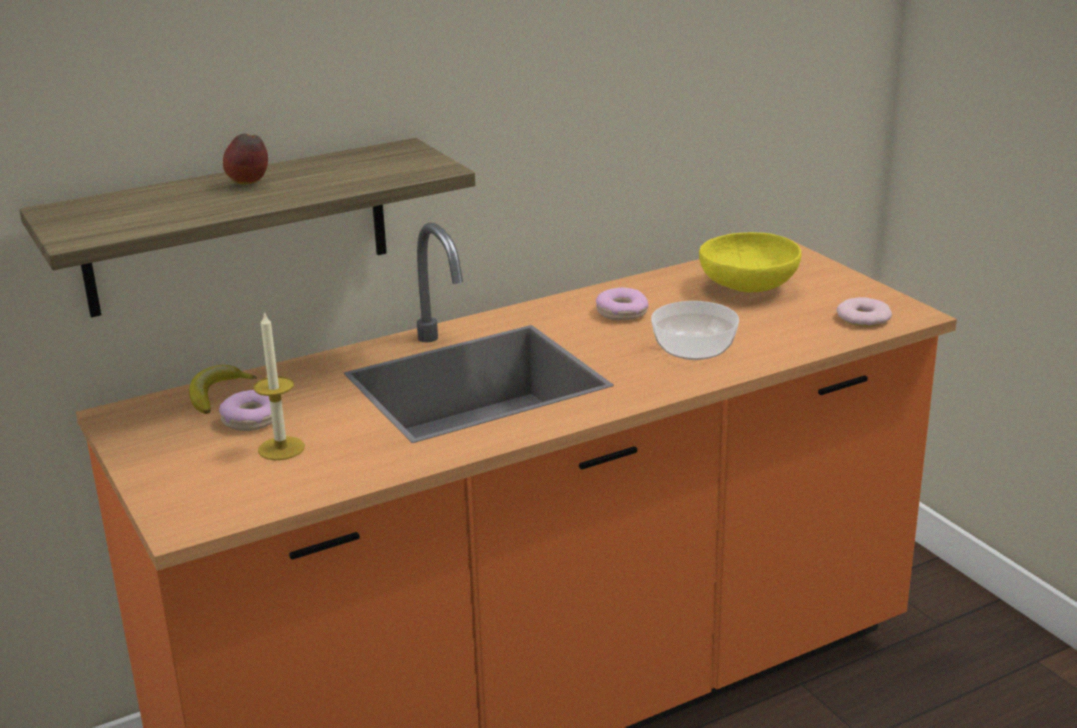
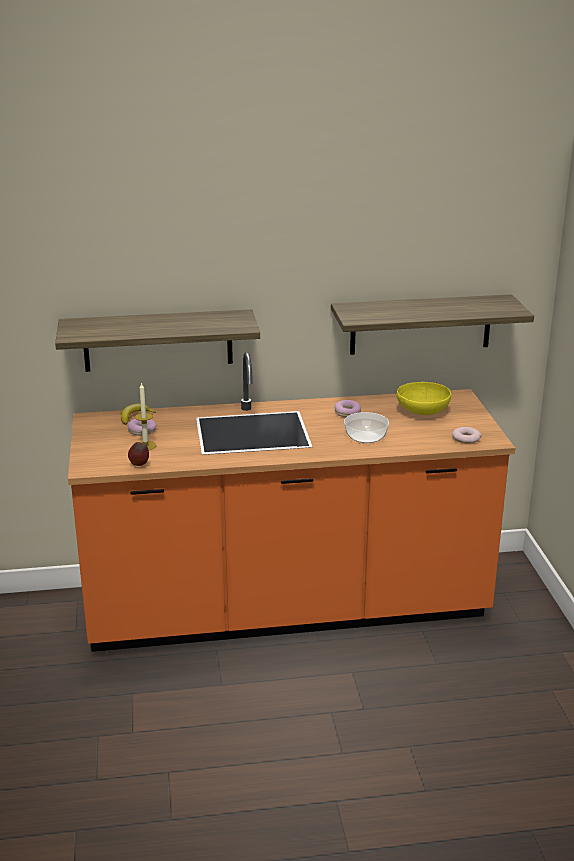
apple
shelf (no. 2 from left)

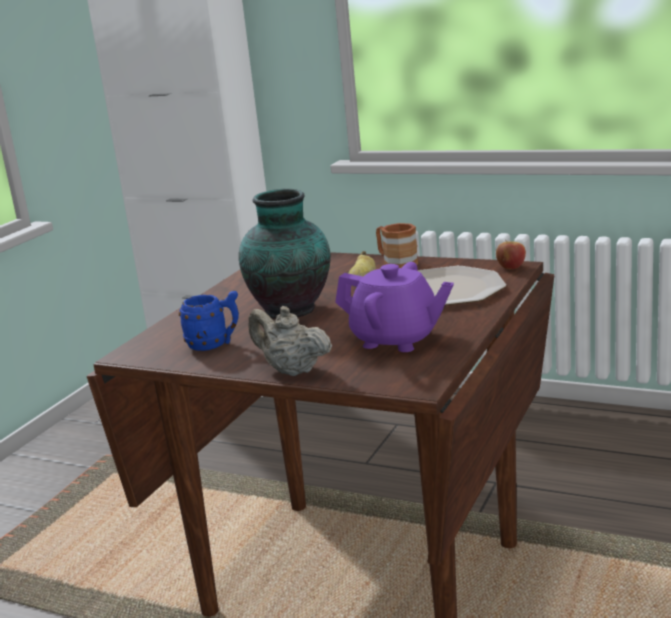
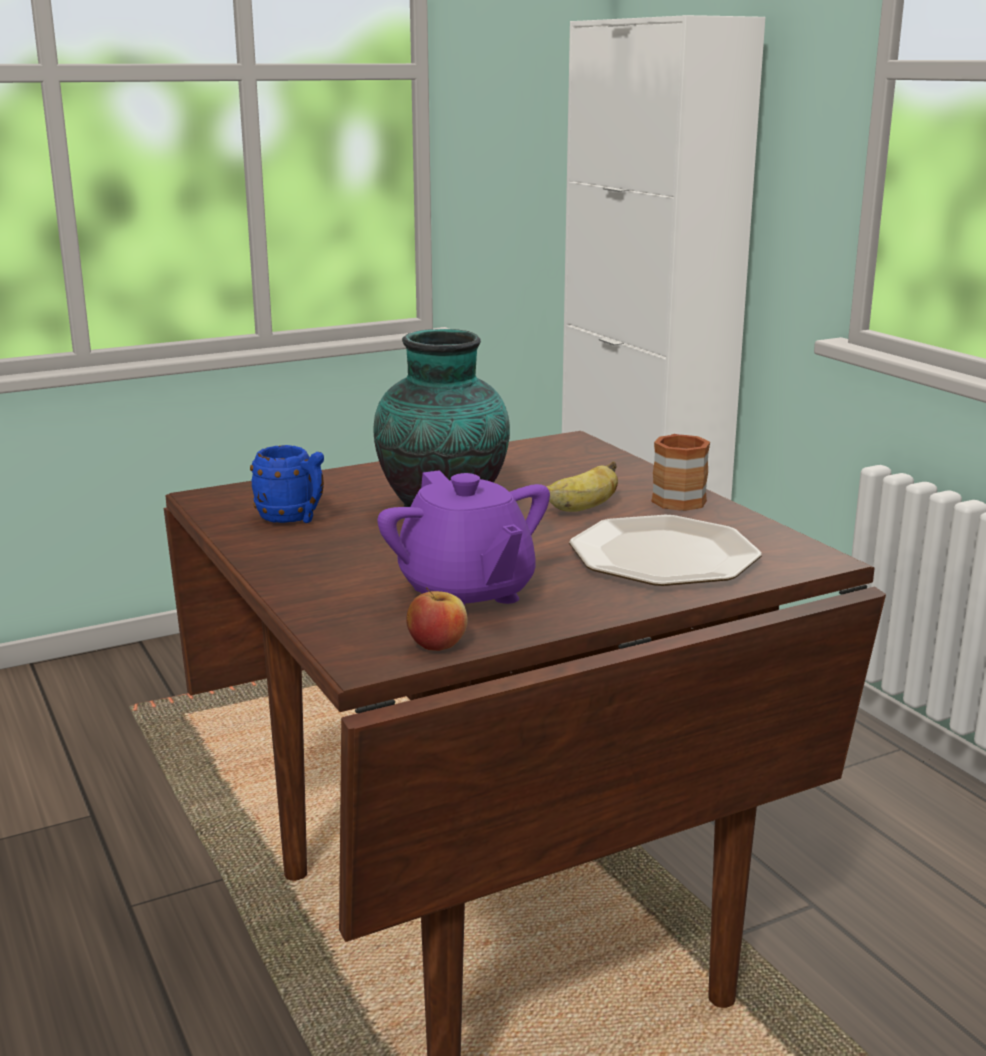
apple
sand-coloured teapot

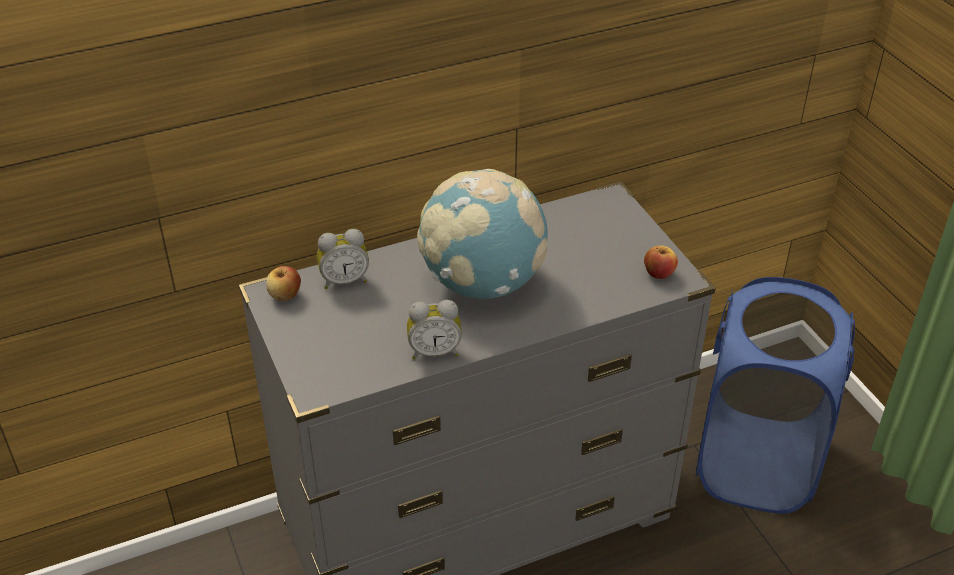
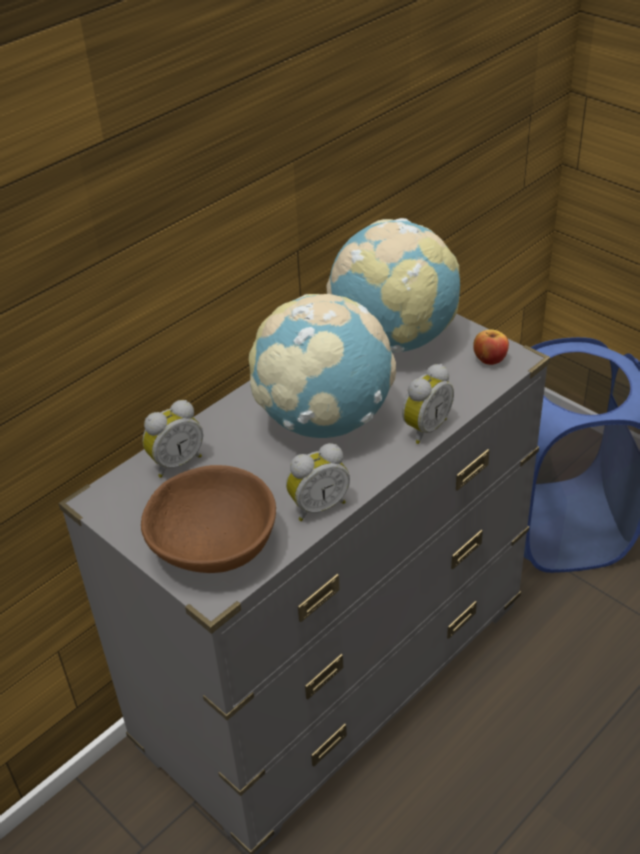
apple (no. 1 from left in the first image)
globe (no. 2 from left)
alarm clock (no. 3 from left)
brownish serving bowl

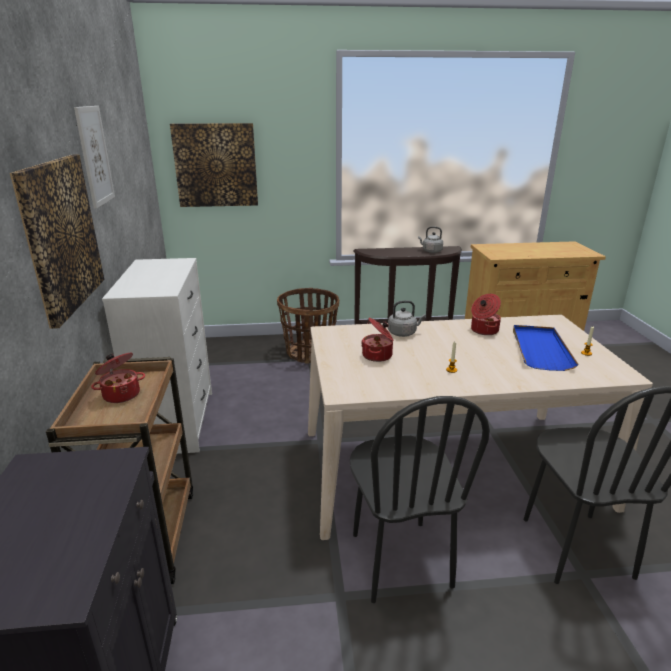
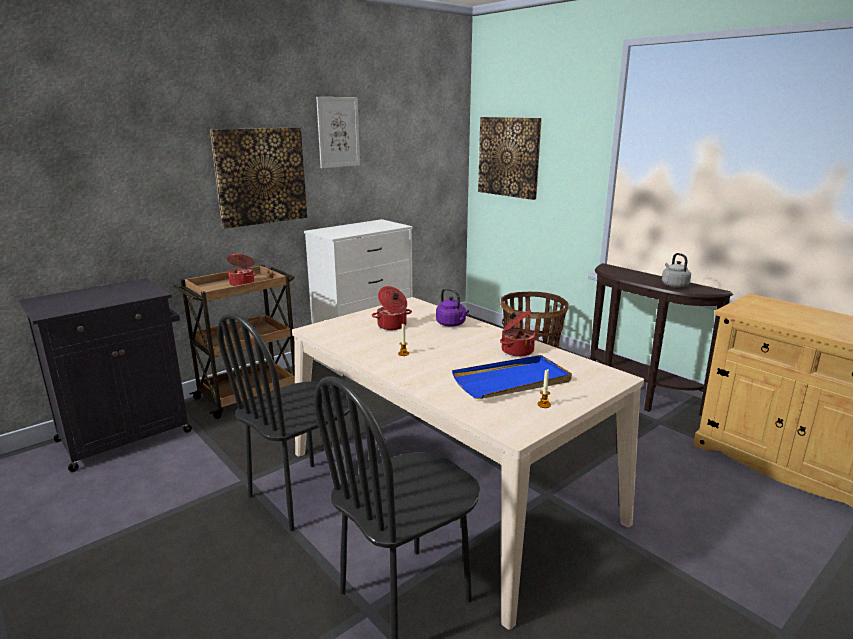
purple-coloured water kettle

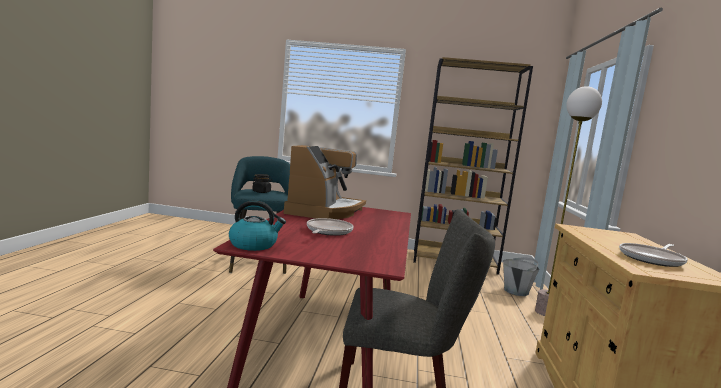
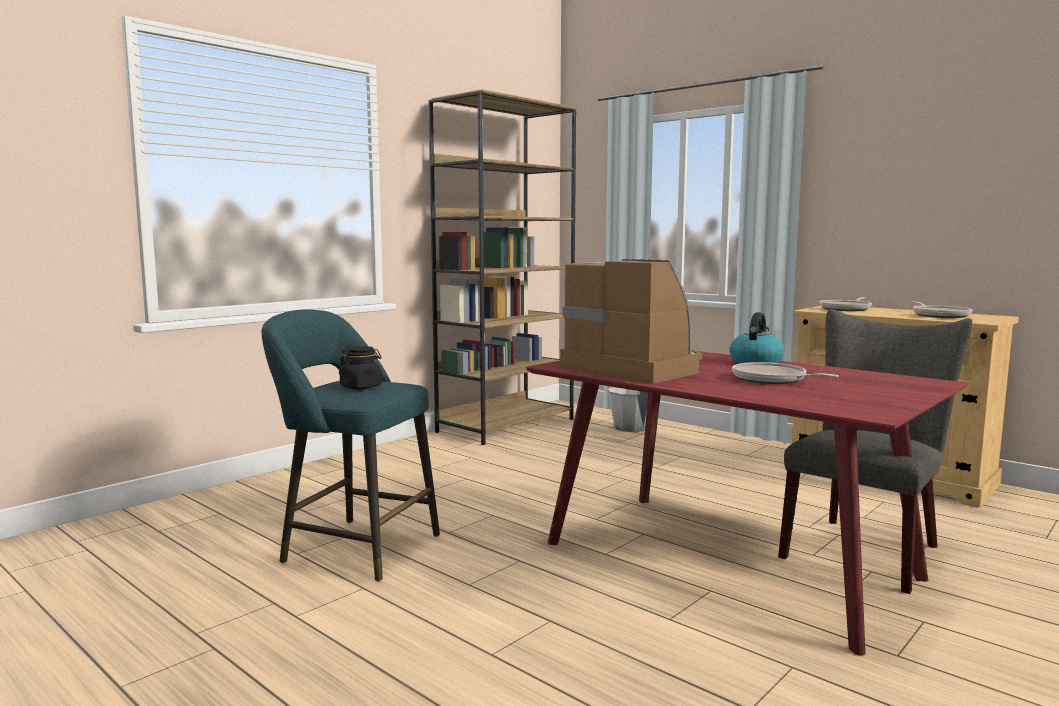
floor lamp
water kettle
frying pan (no. 2 from left)

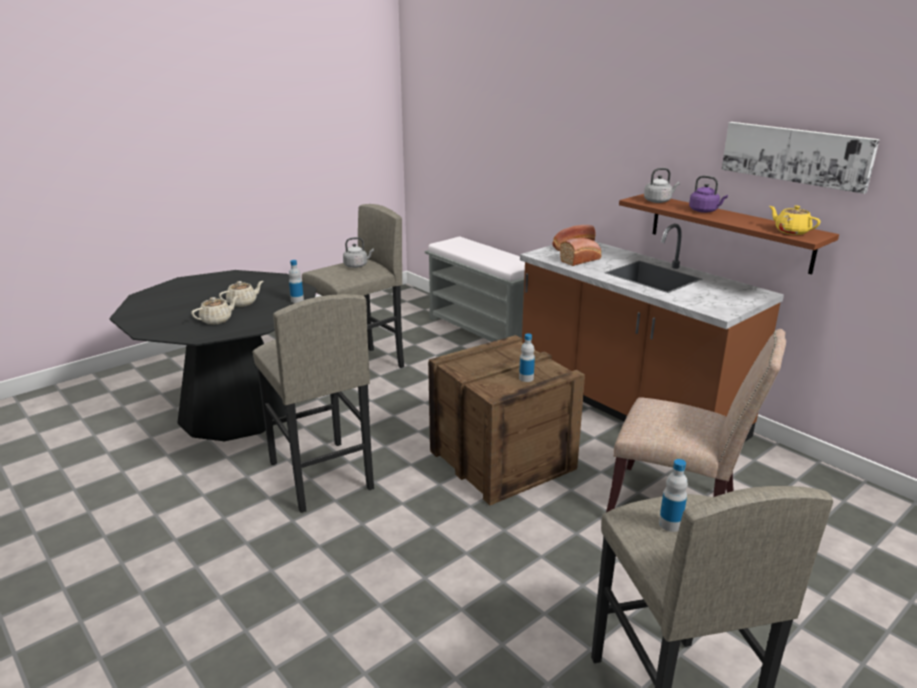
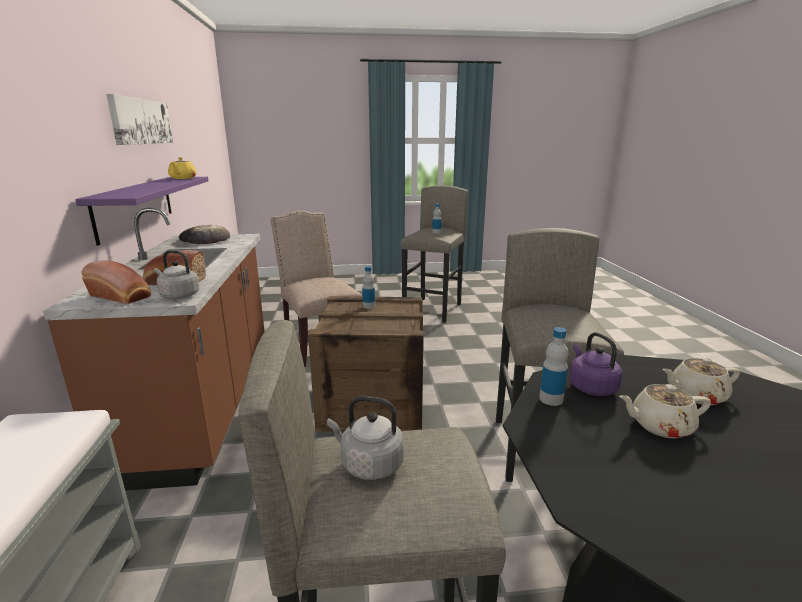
gray water kettle (no. 1 from left)
purple-coloured water kettle
purple-coloured shelf
baked bread (no. 3 from left)

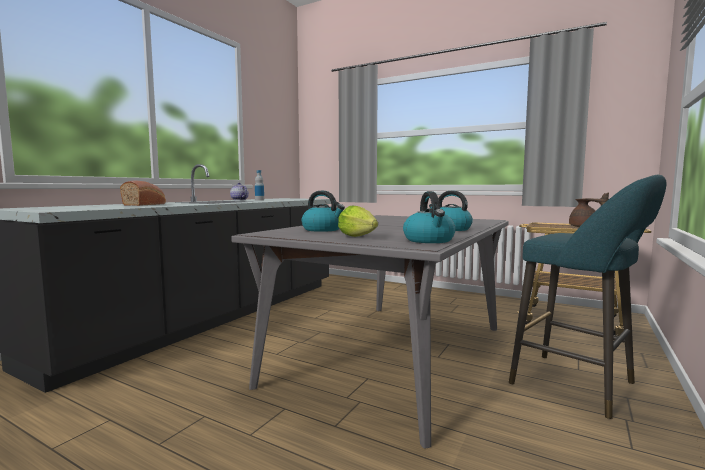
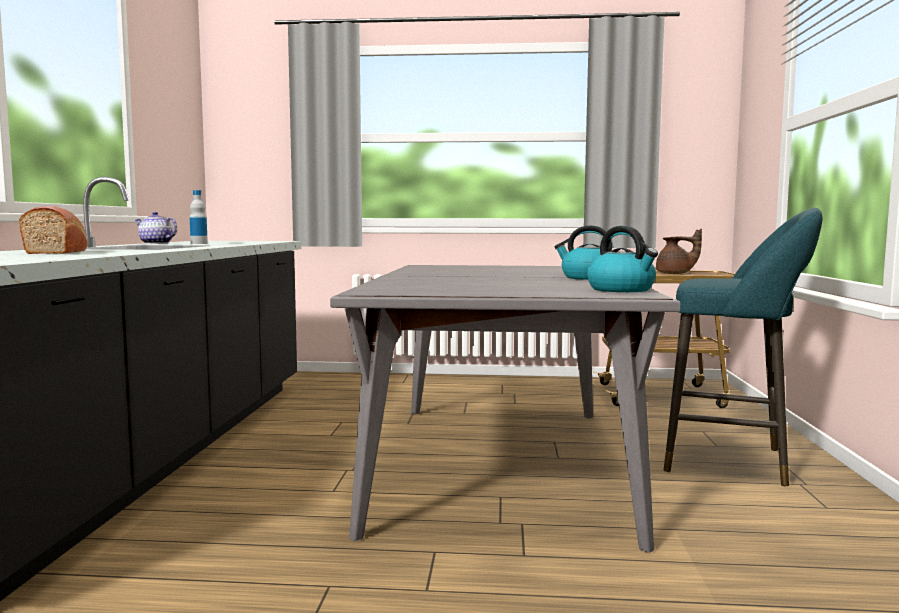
water kettle (no. 1 from left in the first image)
lettuce

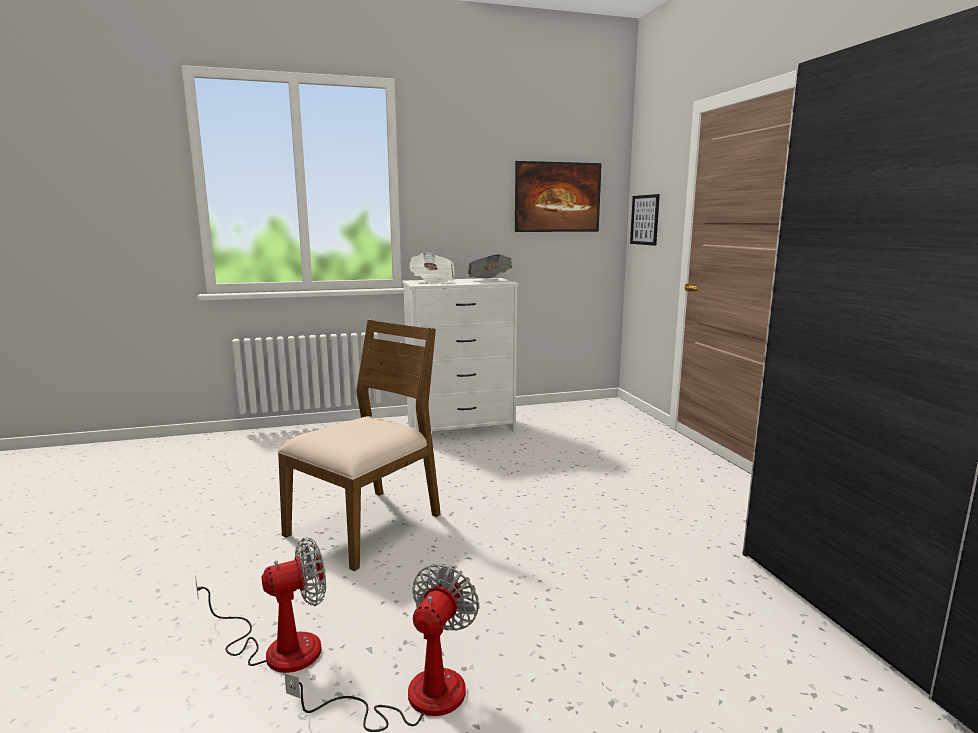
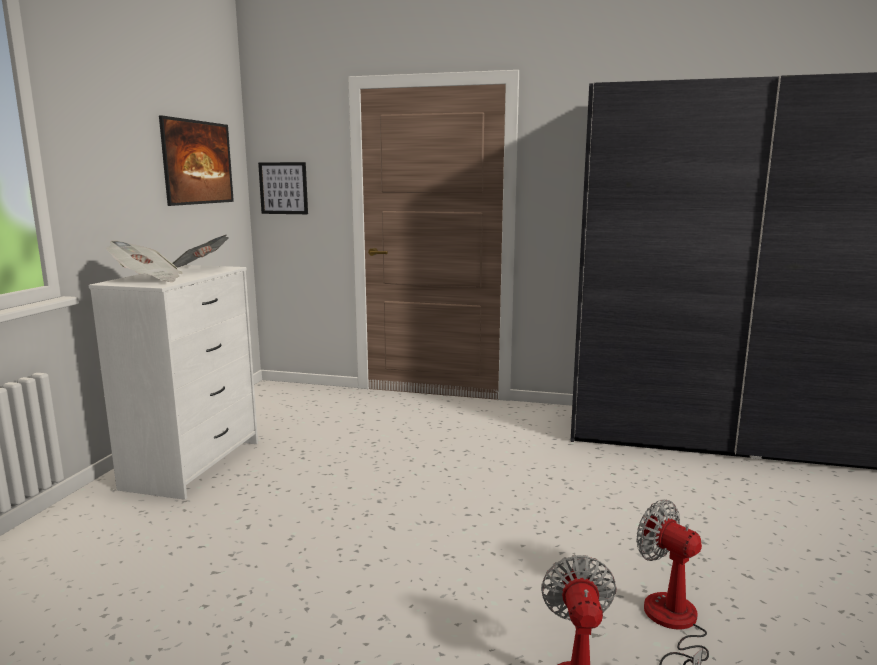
brownish upright chair

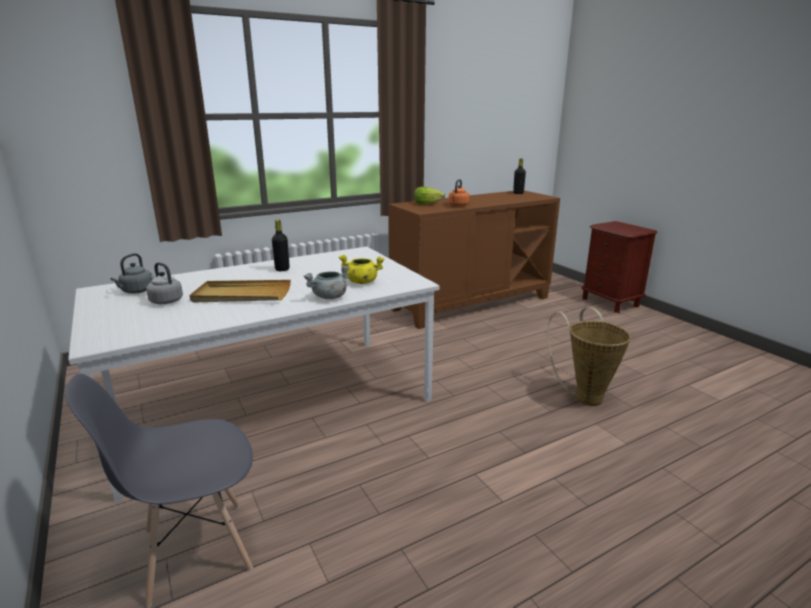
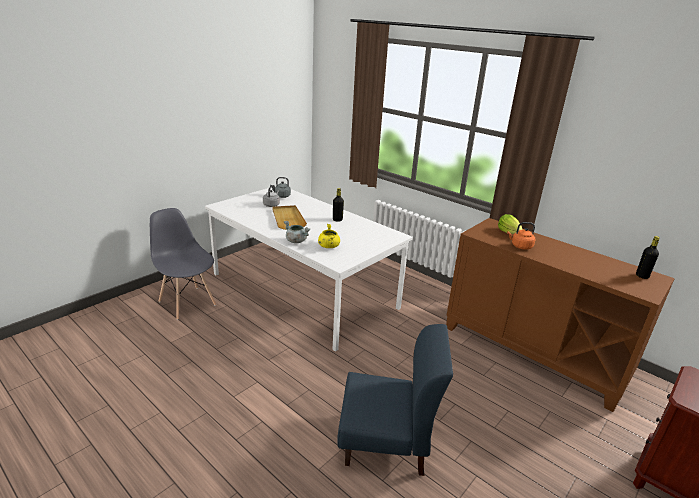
blue-coloured upright chair

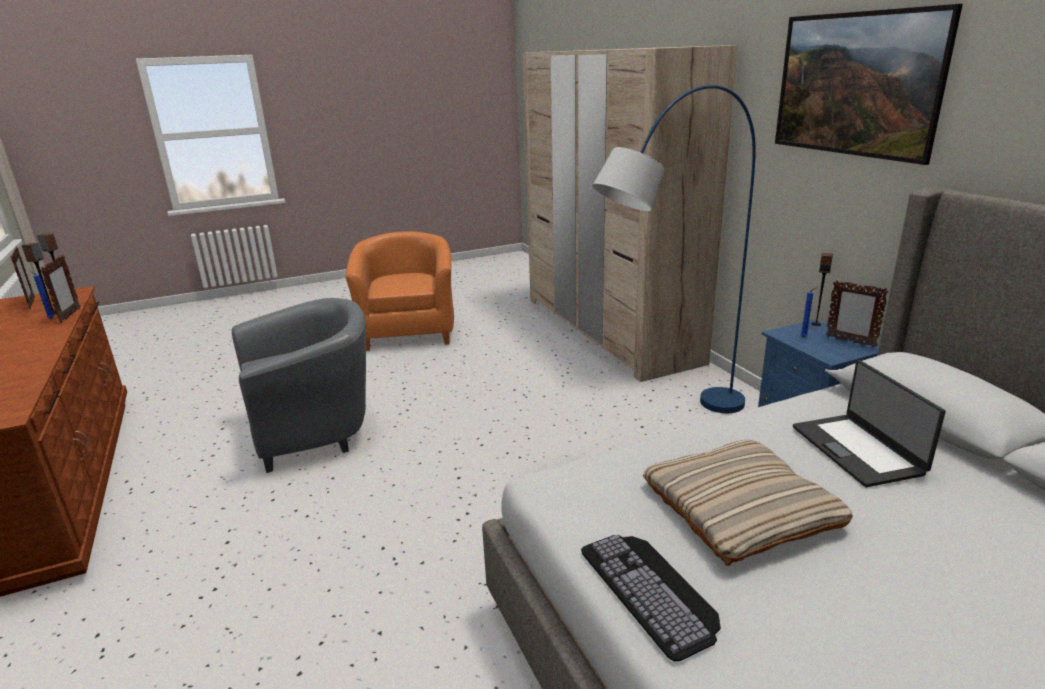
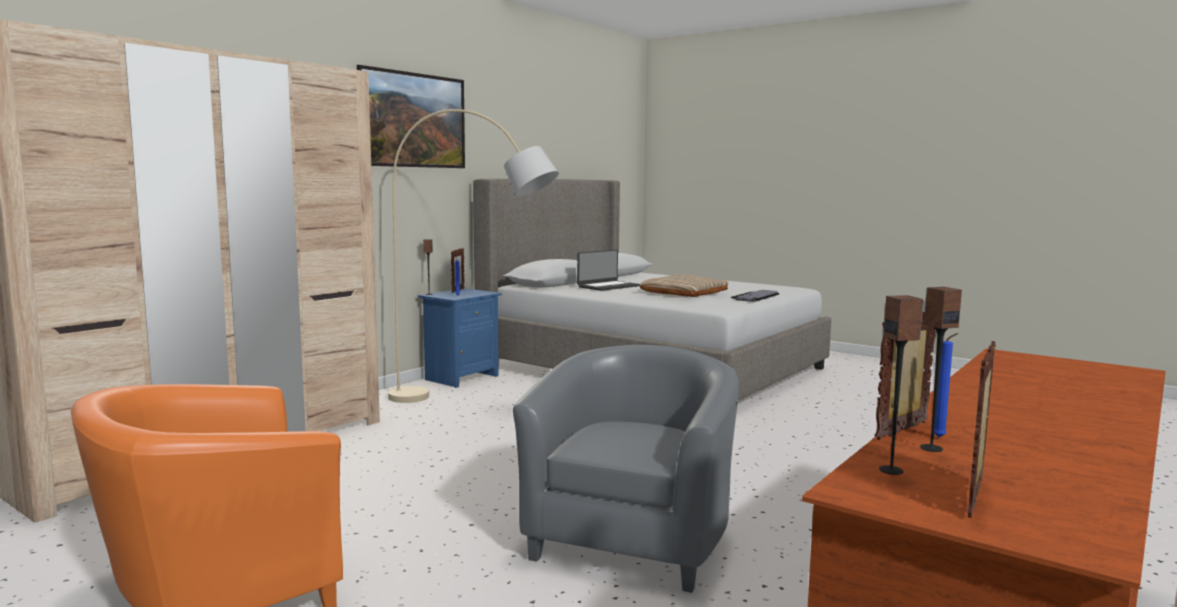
sand-coloured floor lamp
gray armchair

